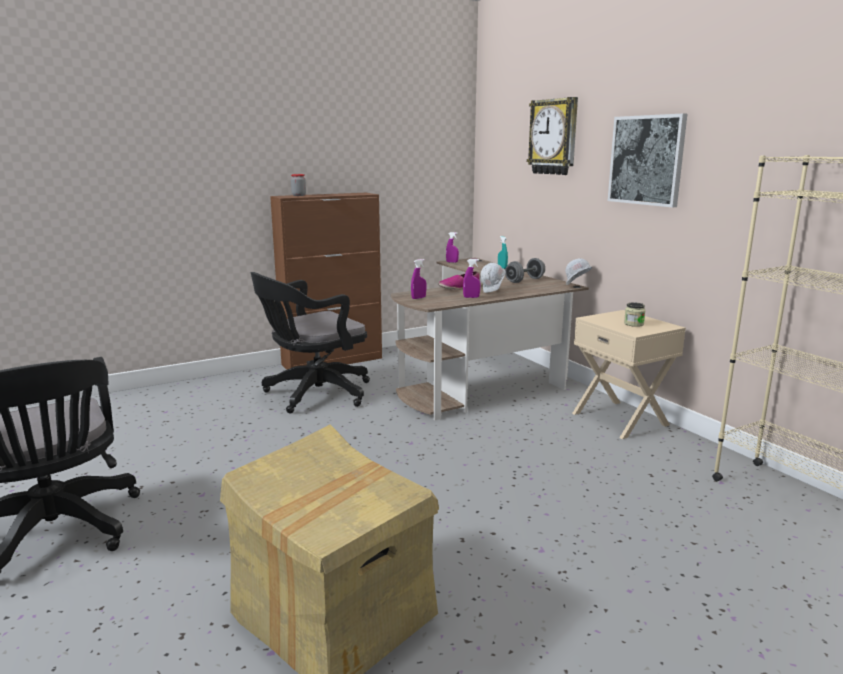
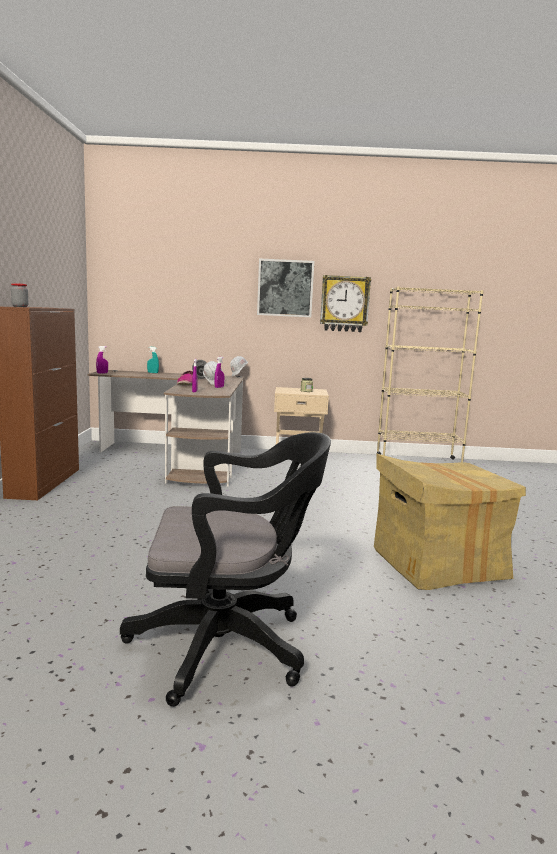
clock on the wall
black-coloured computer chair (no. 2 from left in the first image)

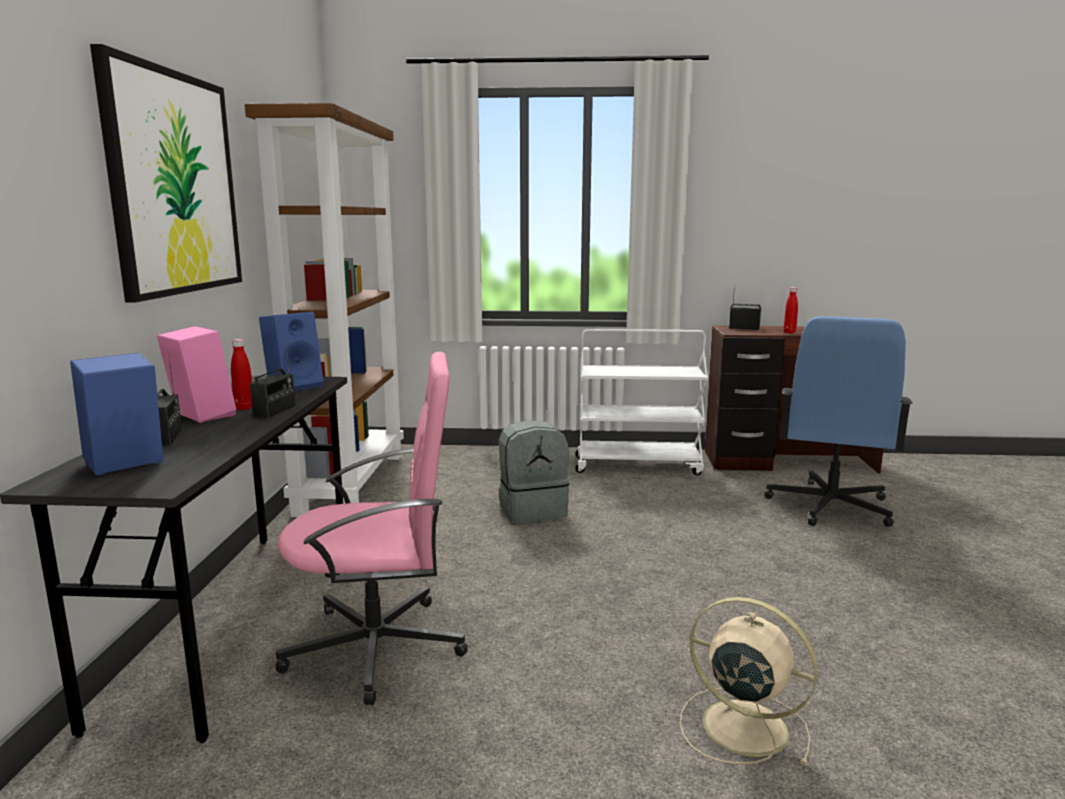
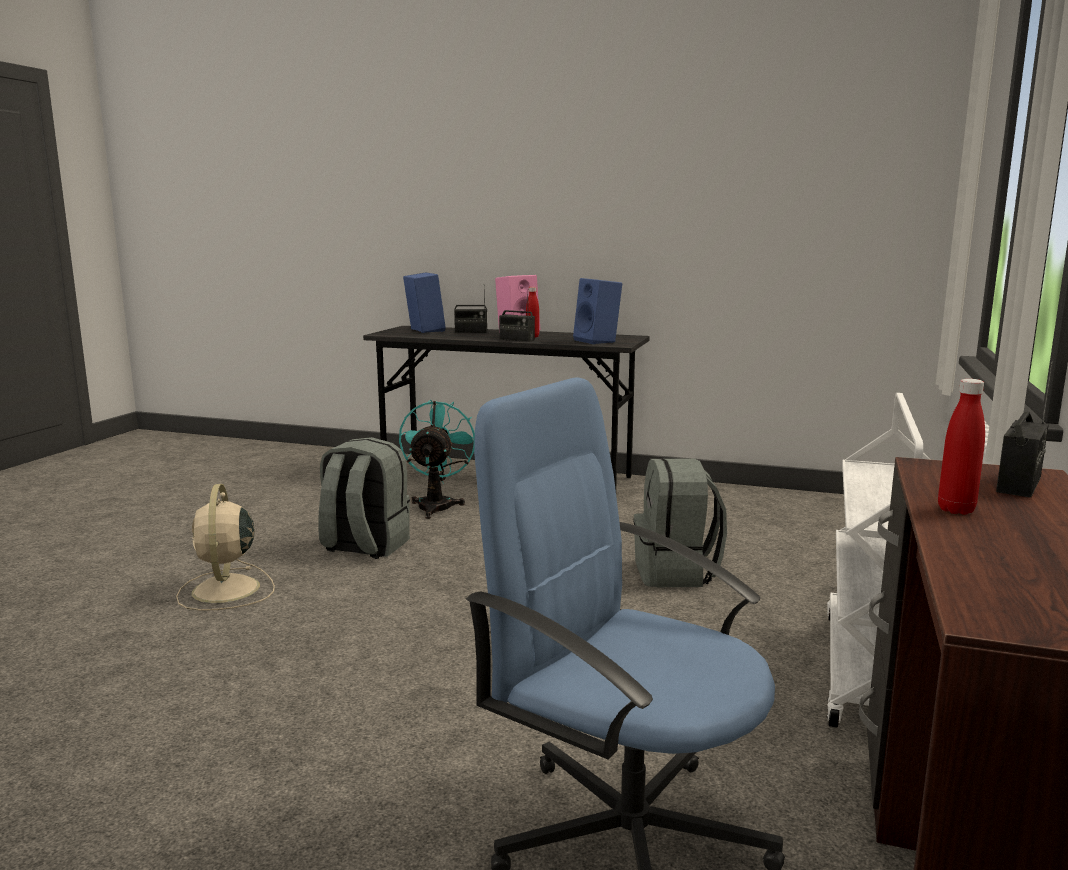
wall picture
brownish bookcase
turquoise-coloured fan
sand-coloured fan
gray backpack (no. 1 from left)

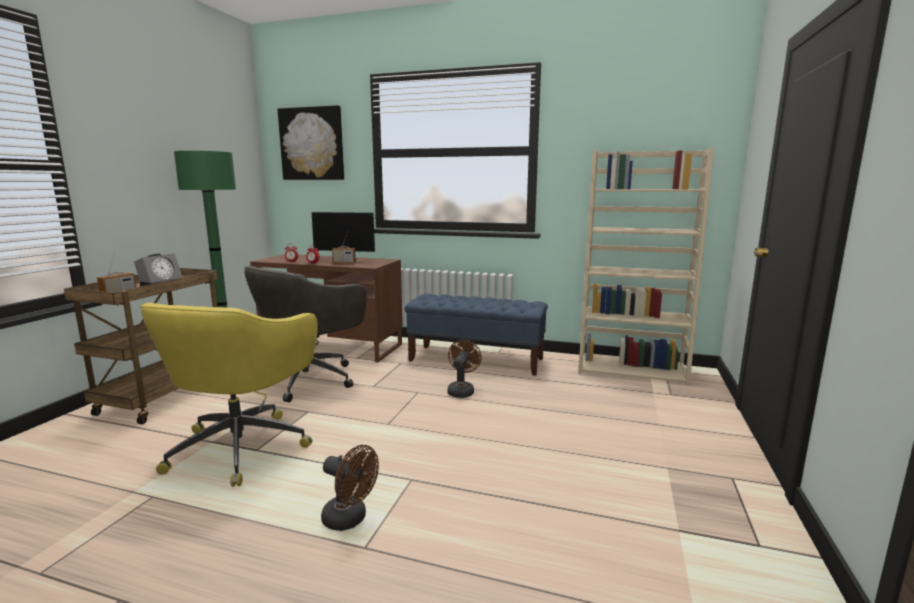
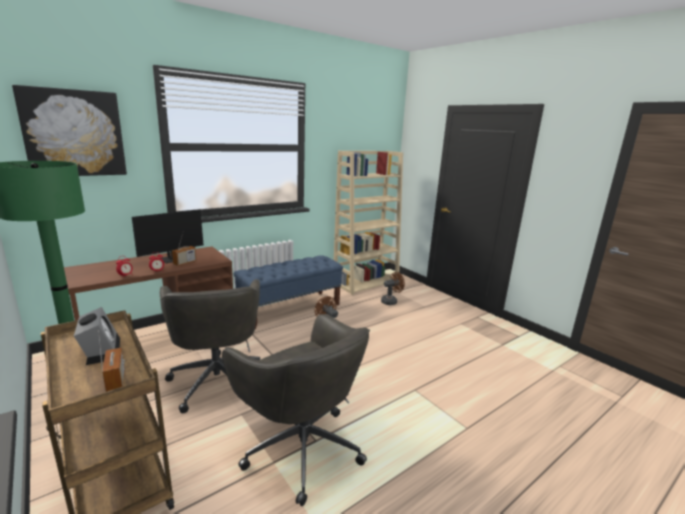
gray computer chair (no. 2 from left)
brownish fan (no. 2 from left)

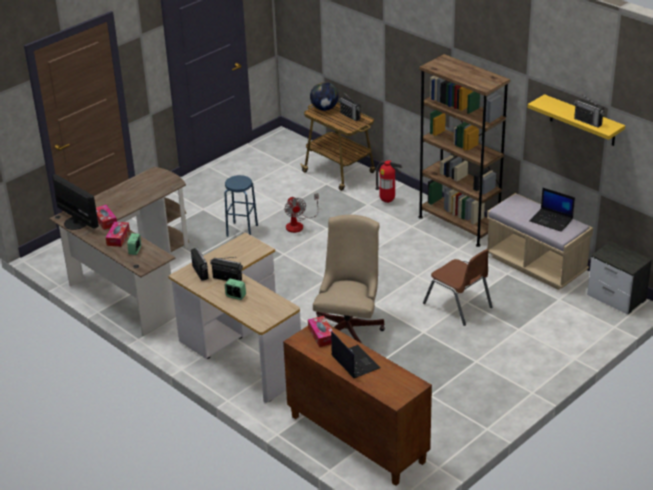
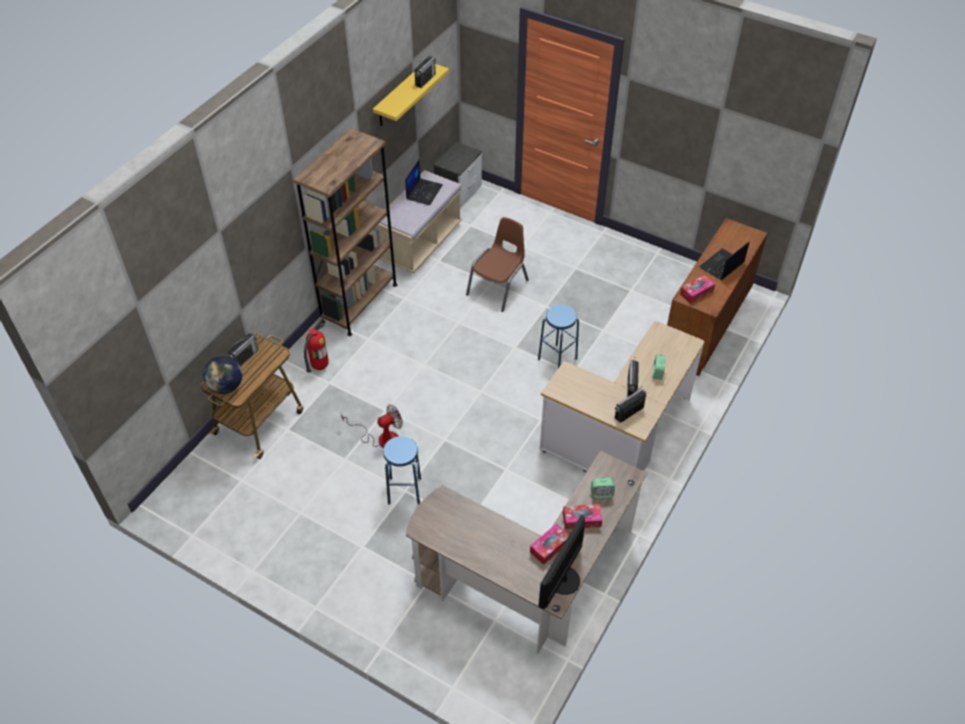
blue-coloured sitting stool (no. 2 from left)

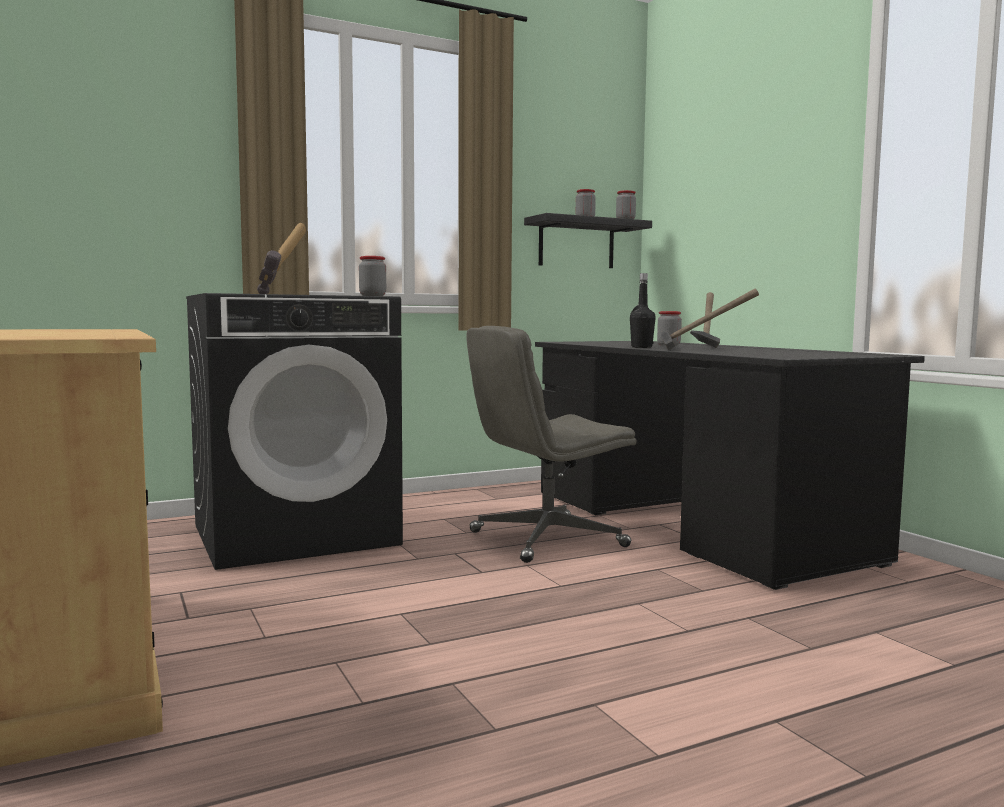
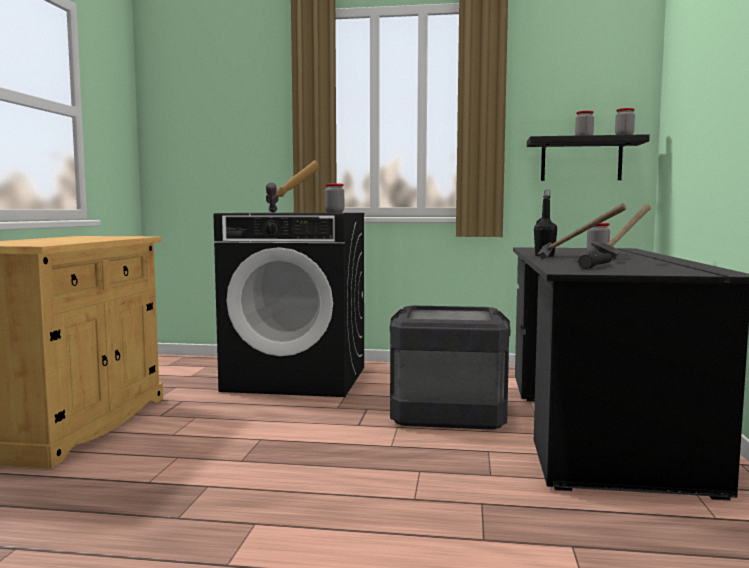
crate
black-coloured torch

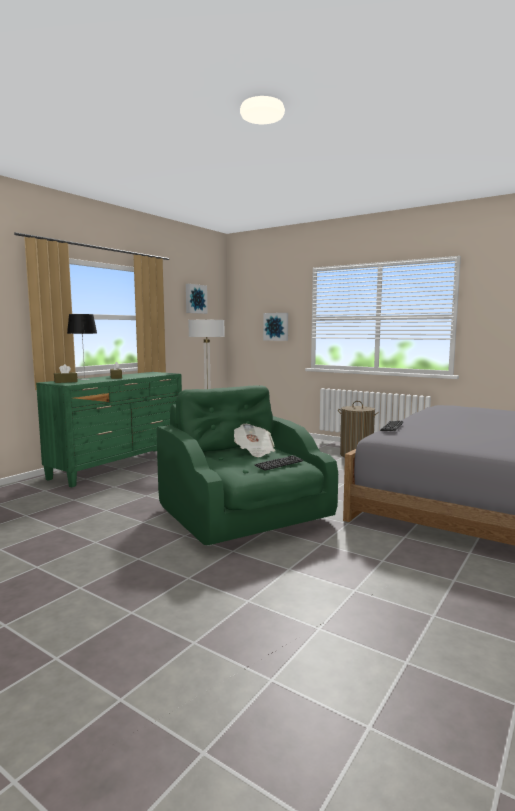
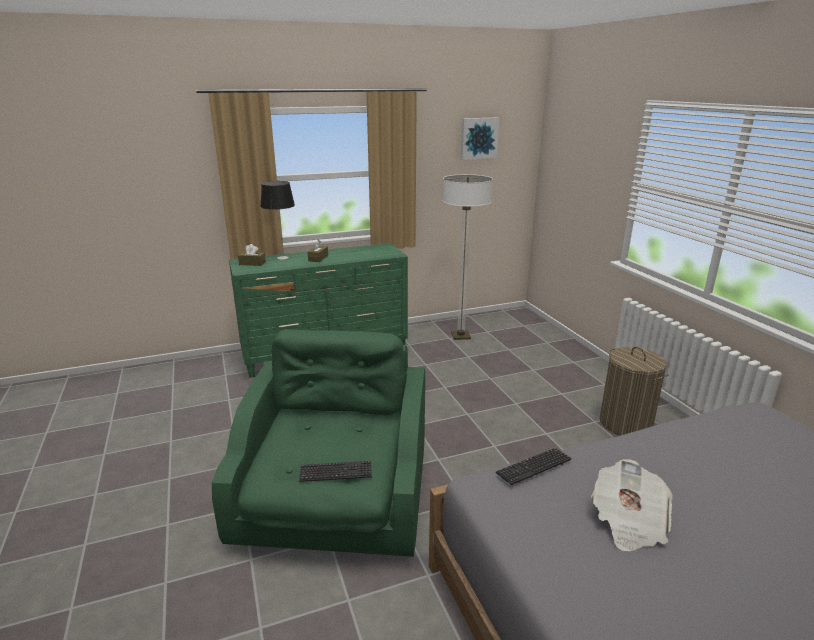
wall picture (no. 2 from left in the first image)
newspaper

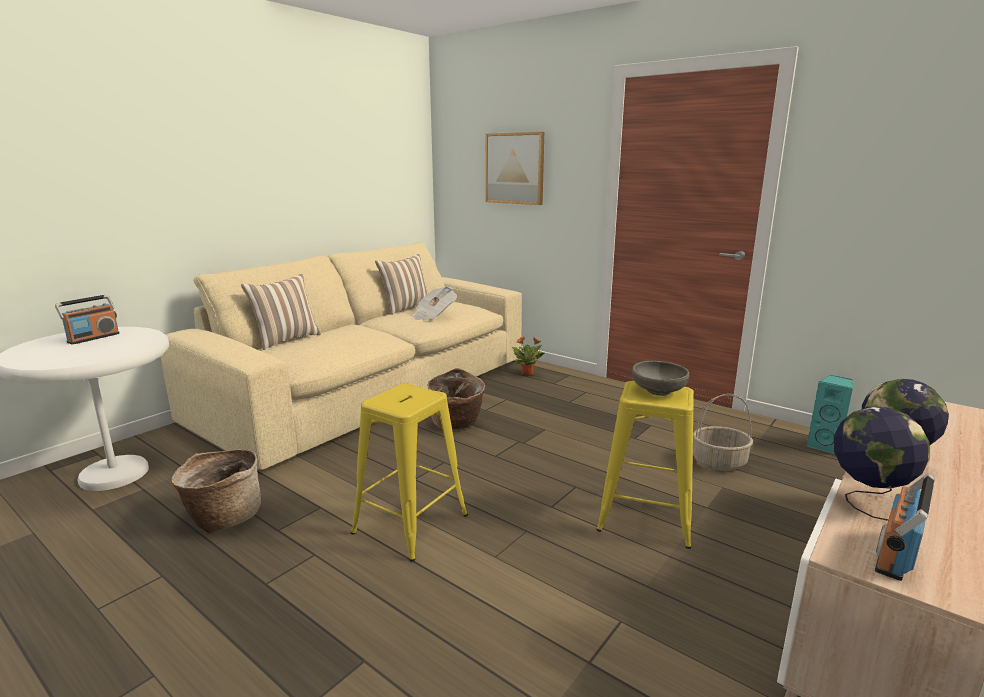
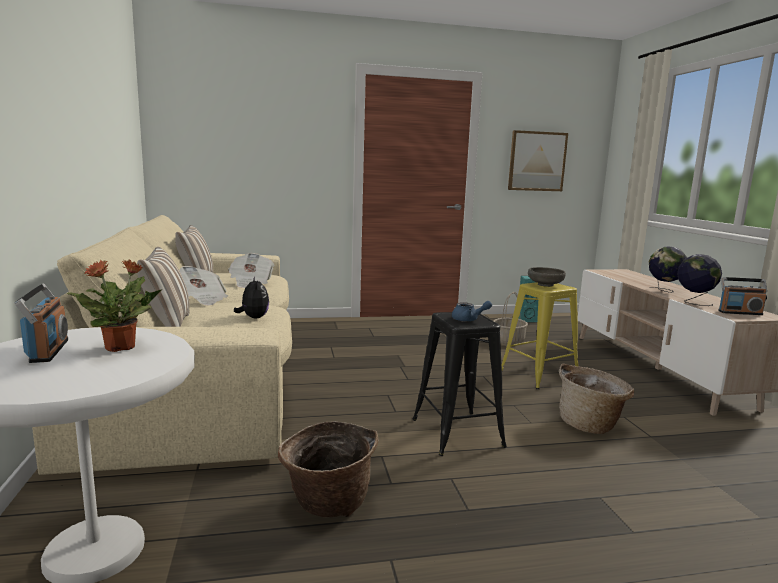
wall picture
potted plant
storage basket (no. 3 from left)
black-coloured sitting stool
radio (no. 2 from left)
newspaper (no. 1 from left)
soft toy
blue-coloured teapot

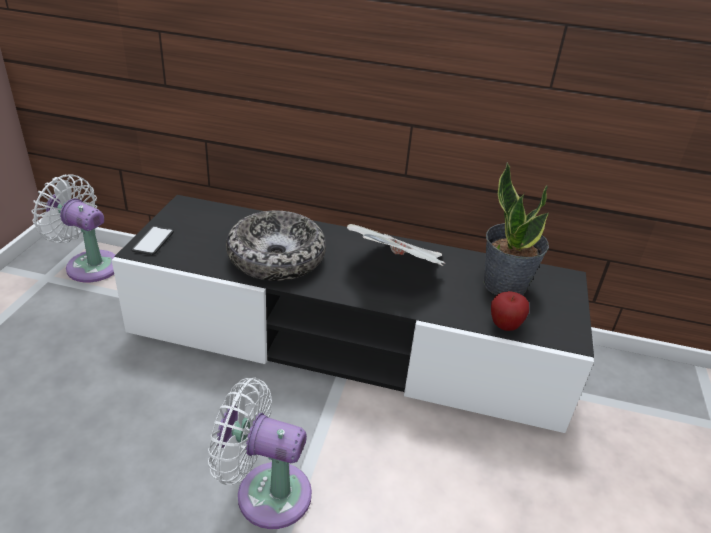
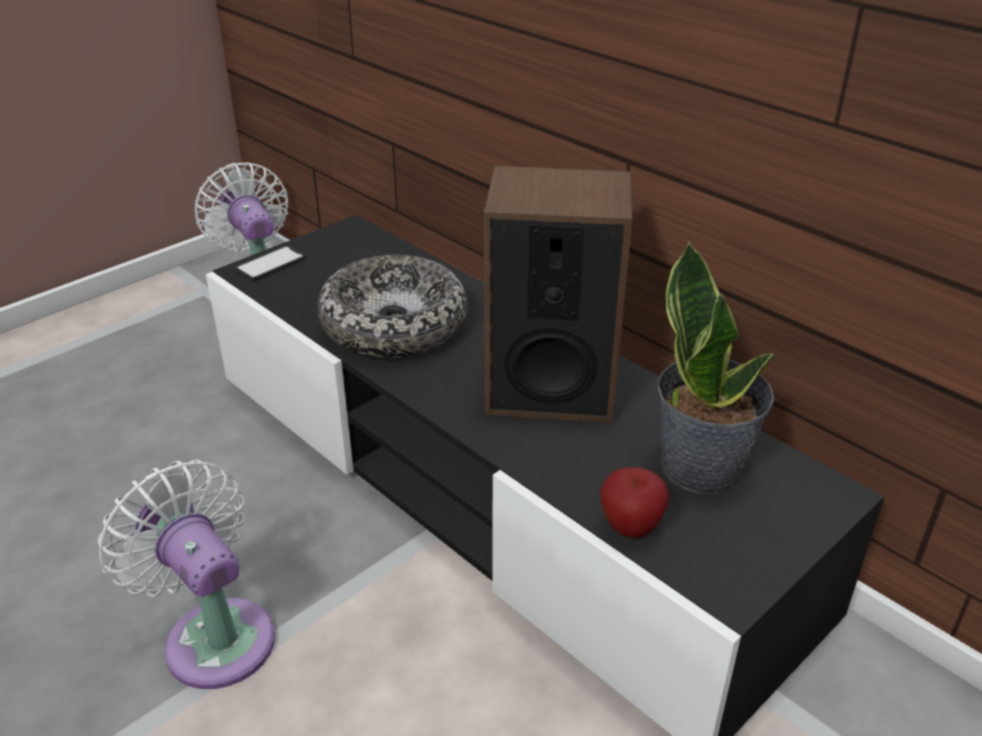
speaker

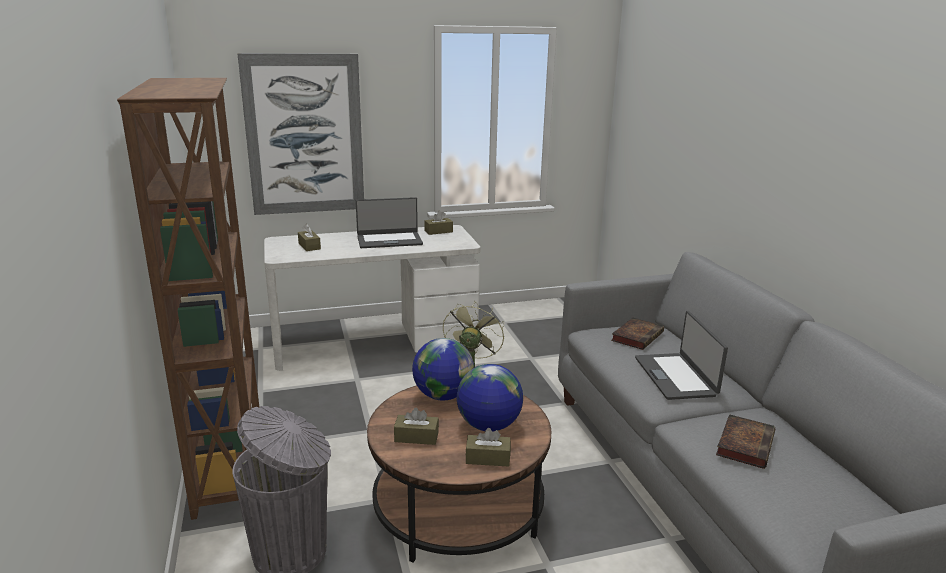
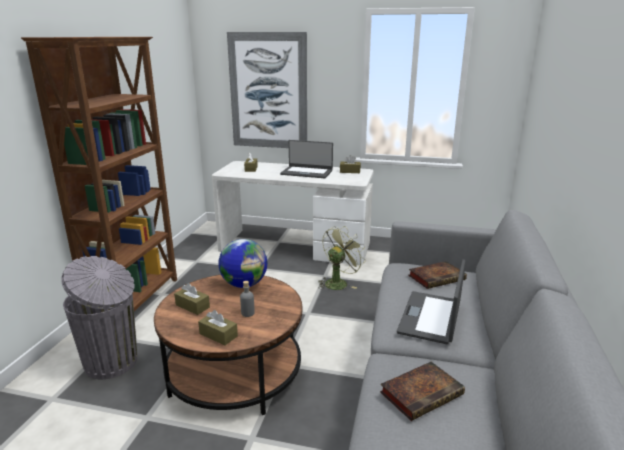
gray bottle

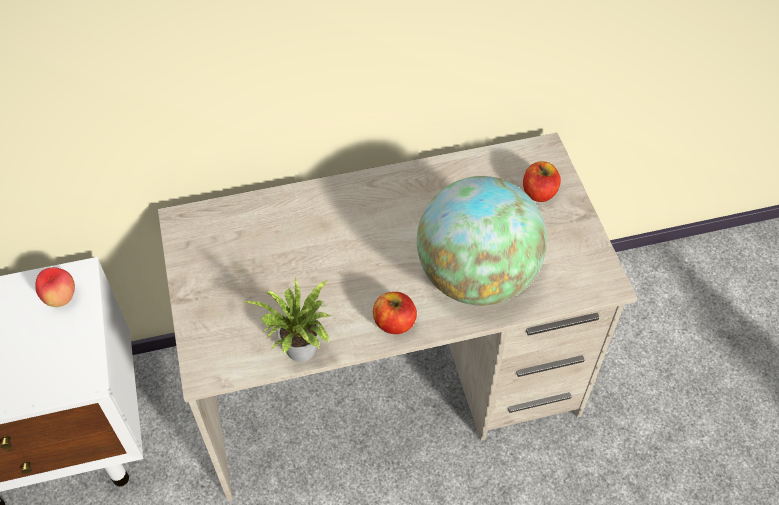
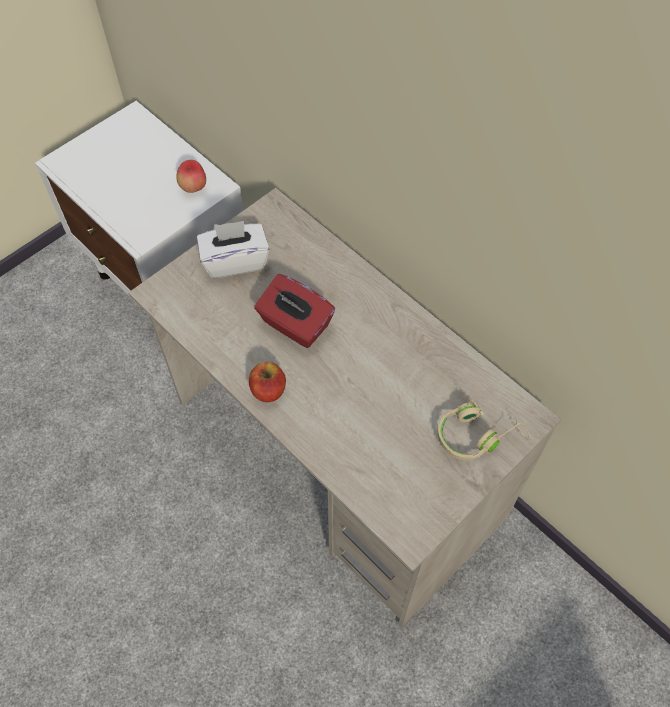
sand-coloured headset
globe
potted plant
whitish tissue box
reddish tissue box

